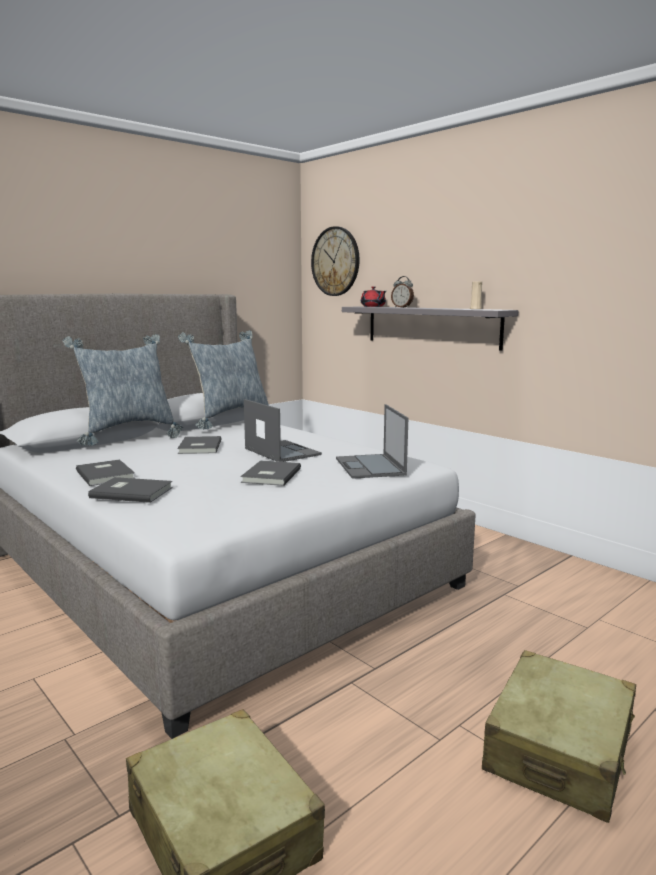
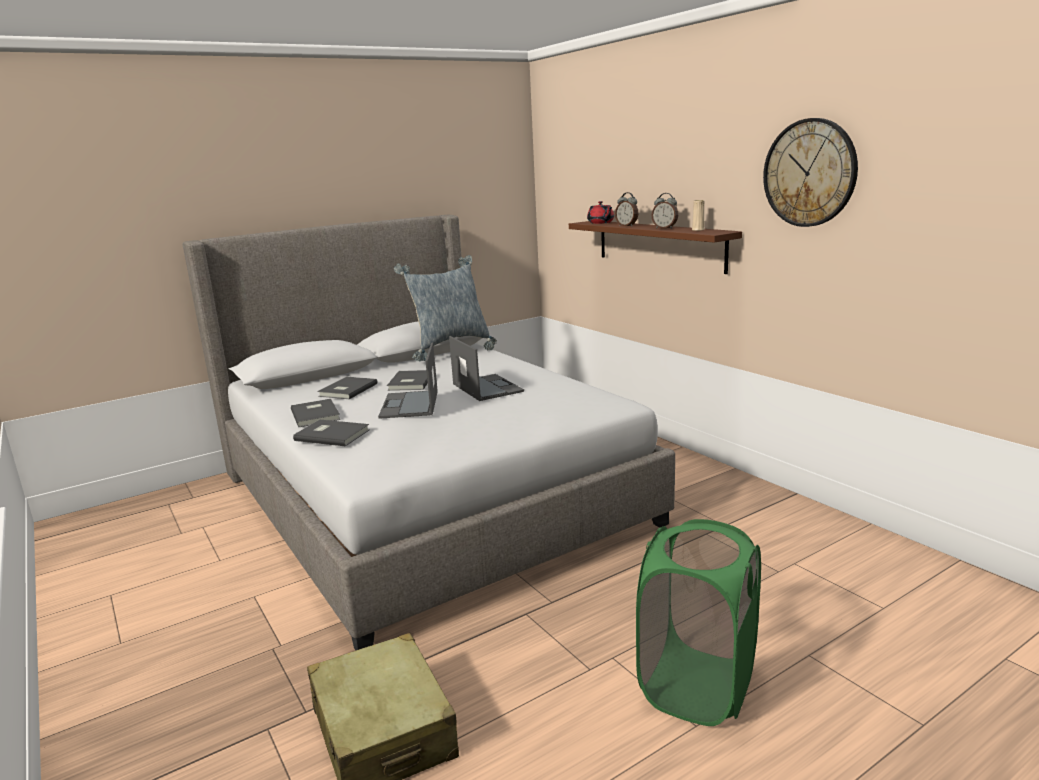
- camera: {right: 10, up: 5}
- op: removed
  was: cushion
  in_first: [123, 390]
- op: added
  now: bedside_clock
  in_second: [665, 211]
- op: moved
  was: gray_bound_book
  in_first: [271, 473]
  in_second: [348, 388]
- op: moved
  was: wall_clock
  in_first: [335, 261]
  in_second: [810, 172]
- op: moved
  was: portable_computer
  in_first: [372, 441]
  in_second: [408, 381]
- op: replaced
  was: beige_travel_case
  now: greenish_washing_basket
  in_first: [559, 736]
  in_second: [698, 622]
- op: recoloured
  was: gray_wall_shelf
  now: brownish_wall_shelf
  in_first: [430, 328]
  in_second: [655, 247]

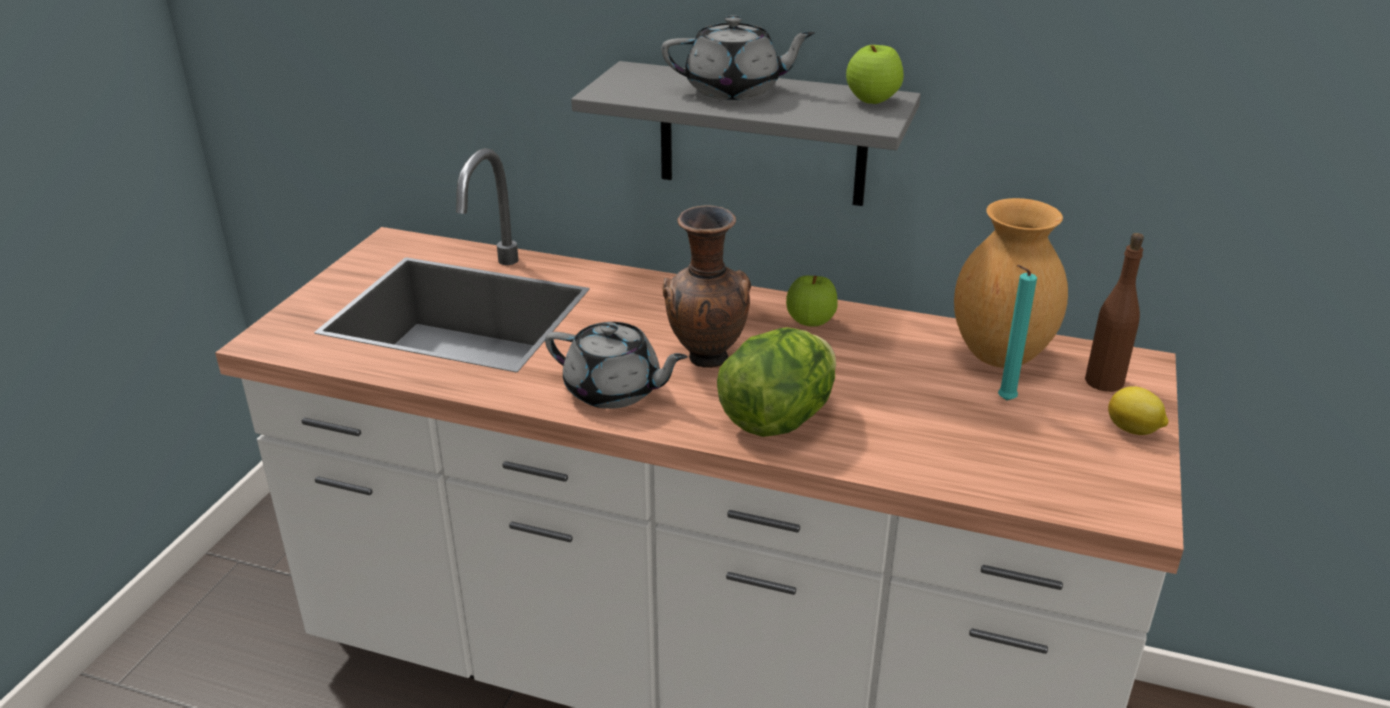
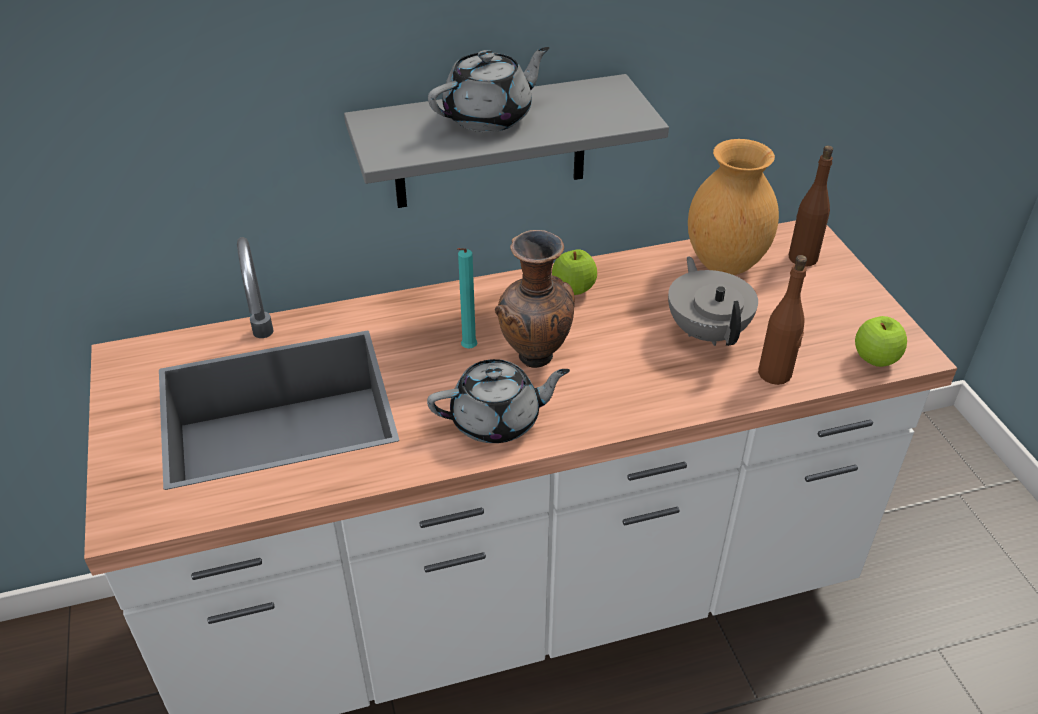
- camera: {right: -35, up: 10}
- op: removed
  was: lettuce_head
  in_first: [776, 382]
- op: removed
  was: citrus_fruit
  in_first: [1138, 410]
- op: added
  now: gray_teapot
  in_second: [713, 301]
- op: added
  now: brownish_beverage_bottle
  in_second: [782, 320]
- op: moved
  was: apple_fruit
  in_first: [875, 74]
  in_second: [881, 341]
- op: moved
  was: turquoise_wax_candle
  in_first: [1017, 333]
  in_second: [467, 298]

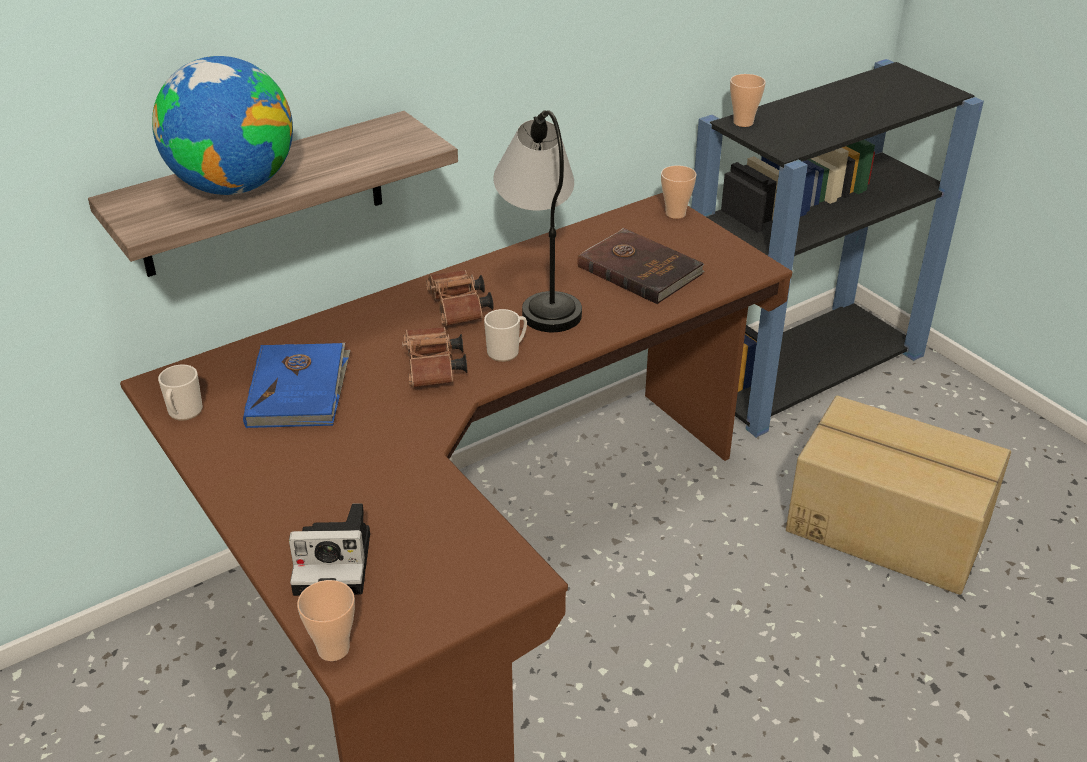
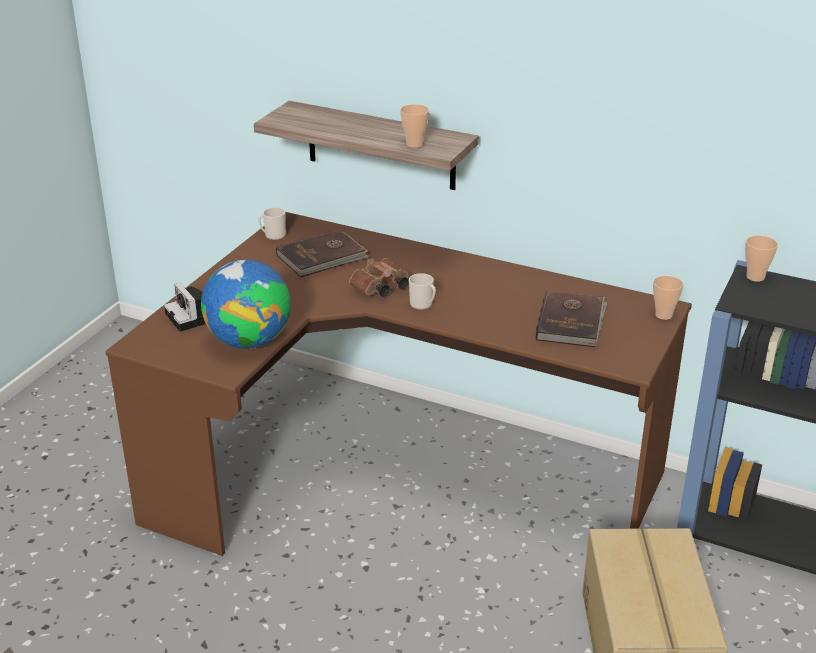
- camera: {right: 60, up: -5}
- op: removed
  was: brownish_binoculars
  in_first: [460, 298]
- op: removed
  was: table_lamp
  in_first: [537, 221]
- op: moved
  was: desk_globe
  in_first: [222, 125]
  in_second: [246, 304]
- op: moved
  was: cup
  in_first: [326, 620]
  in_second: [414, 126]
- op: recoloured
  was: blue-coloured_bound_book
  now: brownish_bound_book
  in_first: [297, 385]
  in_second: [322, 253]

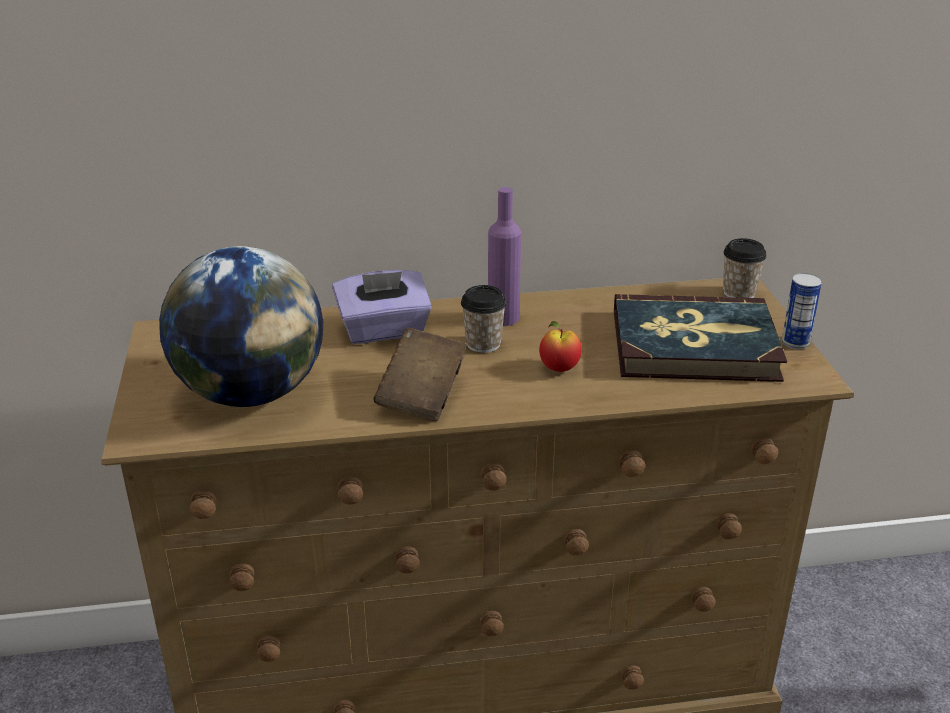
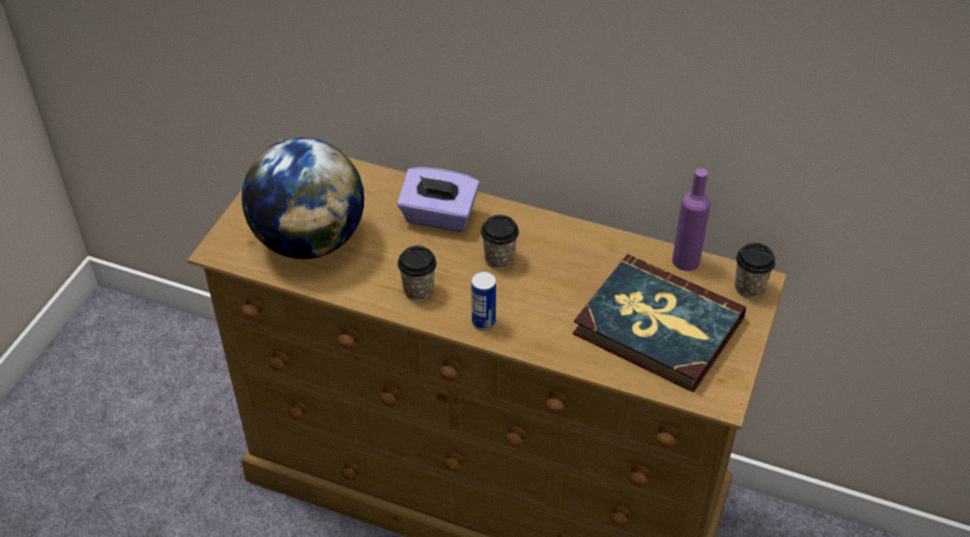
- camera: {right: 30, up: 15}
- op: removed
  was: apple_fruit
  in_first: [560, 346]
- op: moved
  was: purplish_beverage_bottle
  in_first: [504, 256]
  in_second: [691, 219]
- op: moved
  was: sealed_can
  in_first: [802, 311]
  in_second: [483, 301]
- op: replaced
  was: brownish_bound_book
  now: cup
  in_first: [420, 374]
  in_second: [417, 273]

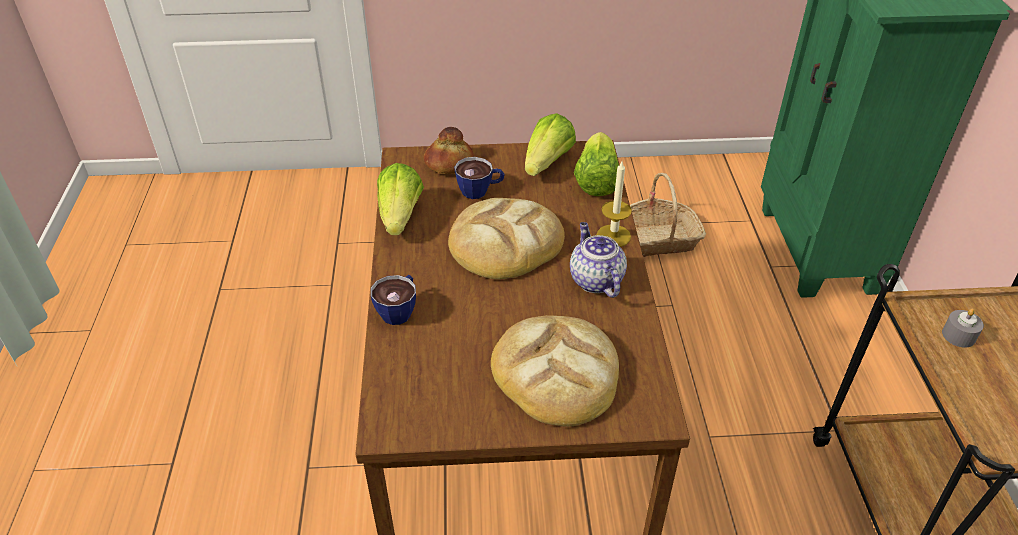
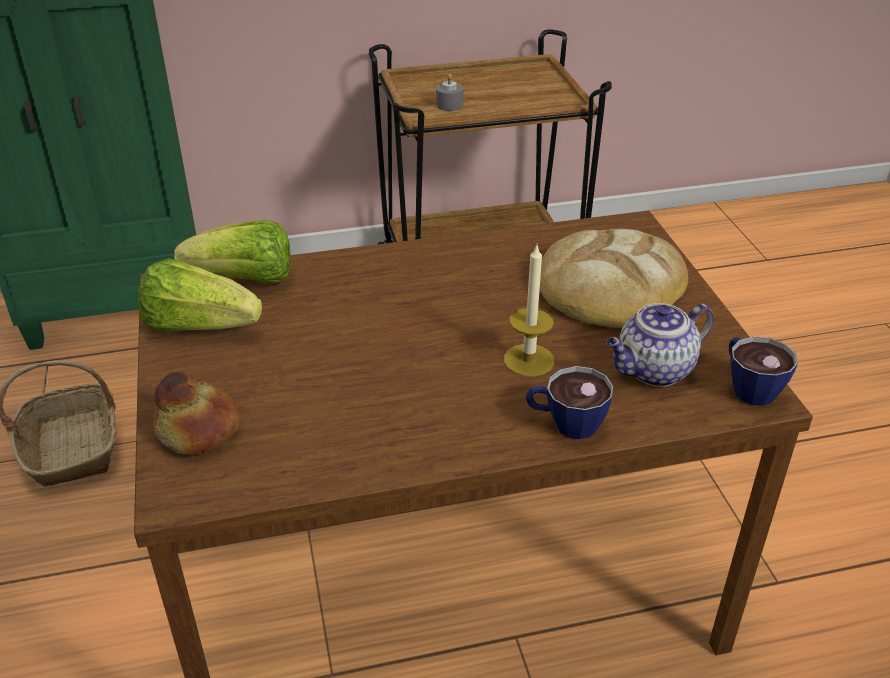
- camera: {right: -100, up: -5}
- op: removed
  was: lettuce_head
  in_first: [400, 199]
- op: removed
  was: bread
  in_first: [506, 238]
- op: moved
  was: cup
  in_first: [479, 178]
  in_second: [763, 371]
- op: moved
  was: teapot
  in_first: [598, 260]
  in_second: [660, 345]
- op: moved
  was: wax_candle
  in_first: [614, 204]
  in_second: [529, 311]

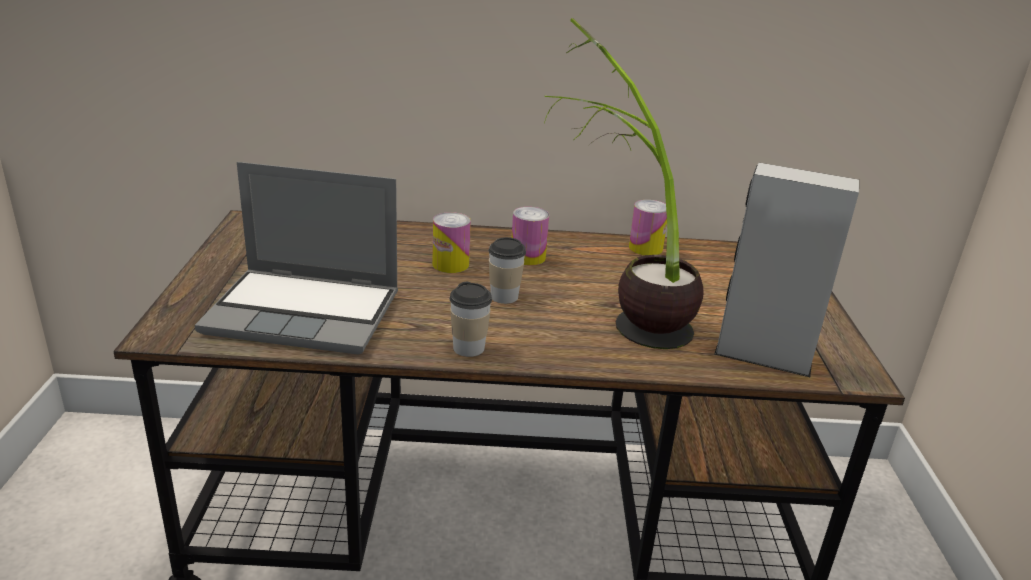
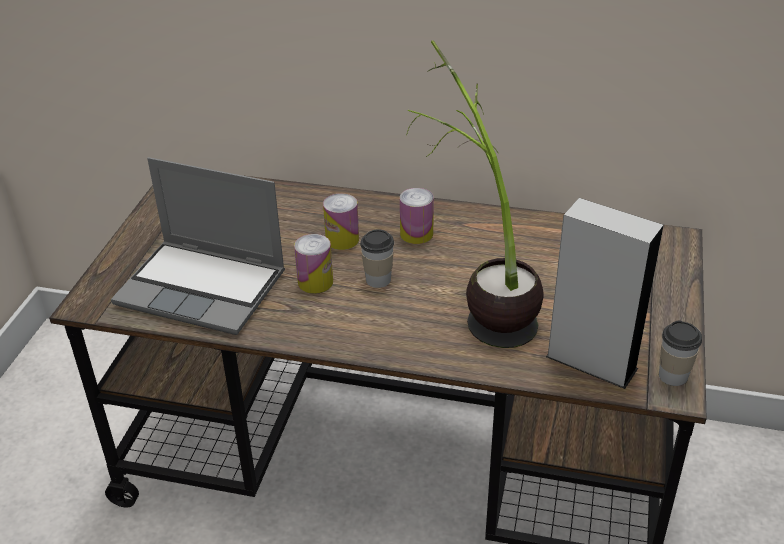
- camera: {right: 15, up: 10}
- op: moved
  was: cup
  in_first: [471, 319]
  in_second: [680, 353]
- op: moved
  was: sealed_can
  in_first: [648, 227]
  in_second: [313, 264]

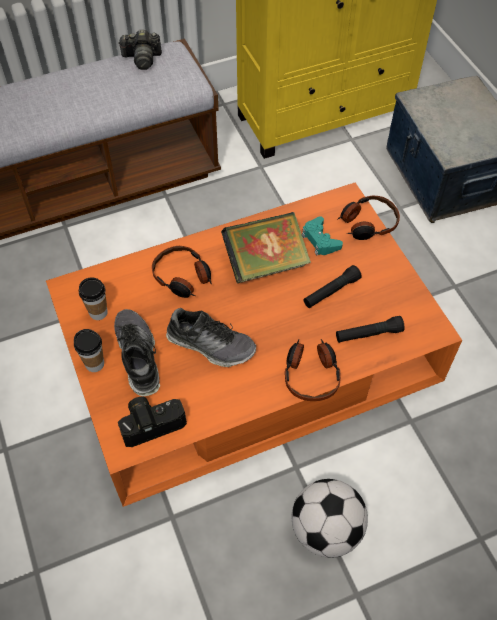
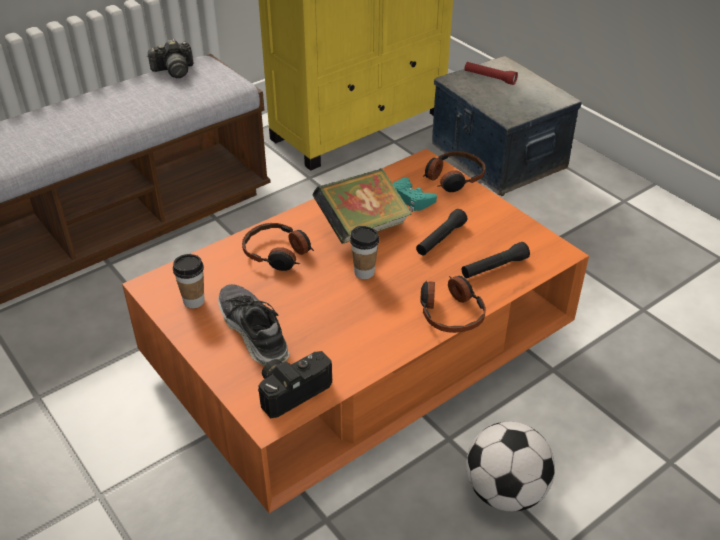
- camera: {right: -15, up: -15}
- op: removed
  was: low_shoe
  in_first: [211, 337]
- op: added
  now: reddish_torch
  in_second: [491, 73]
- op: moved
  was: cup
  in_first: [89, 350]
  in_second: [364, 252]

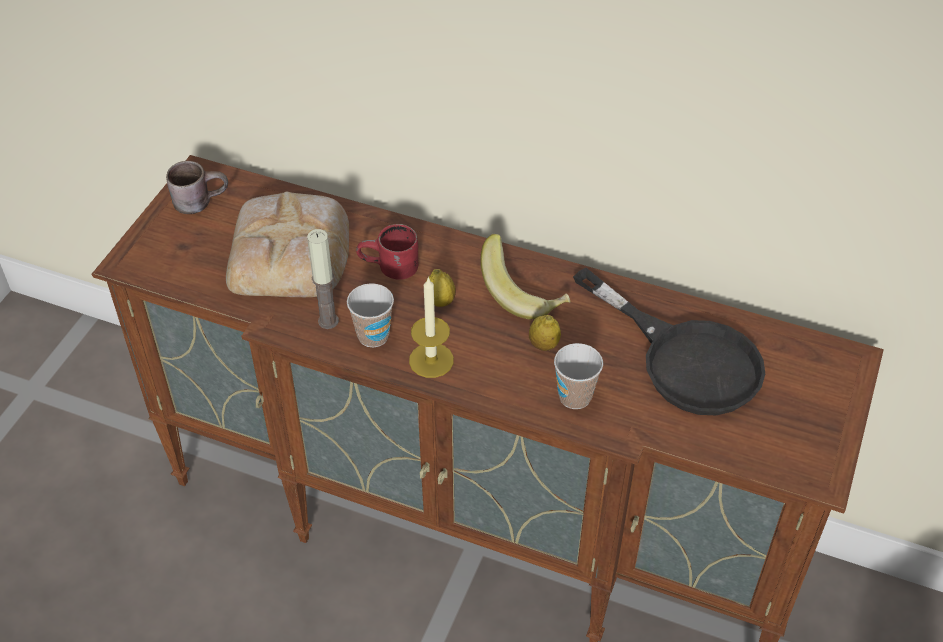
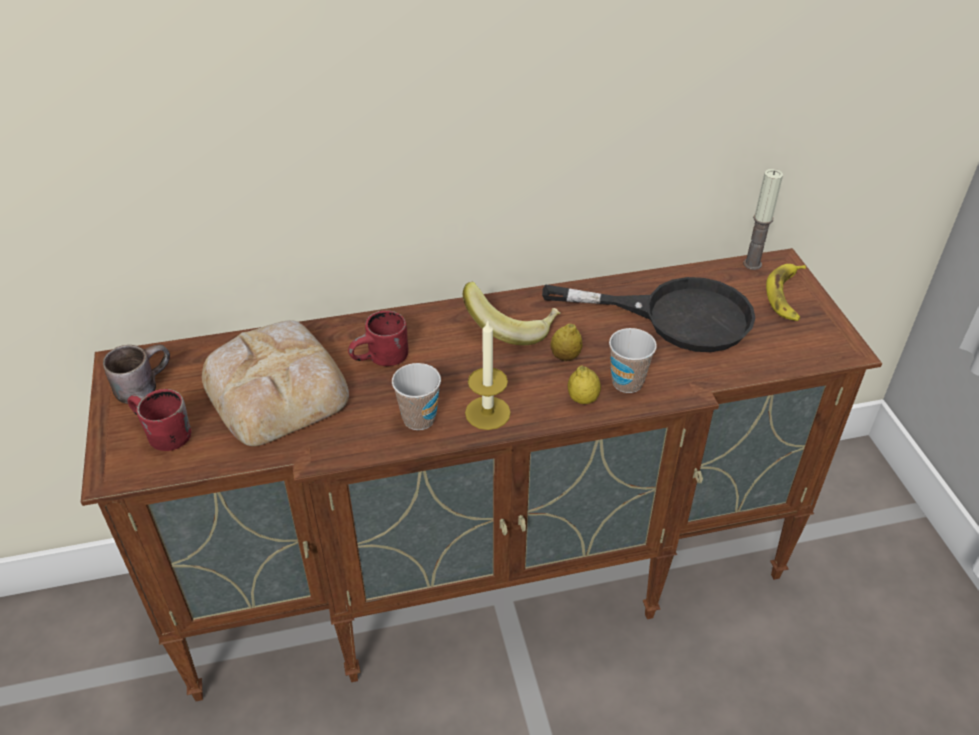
- camera: {right: -35, up: -5}
- op: added
  now: reddish_tea_mug
  in_second: [159, 420]
- op: added
  now: banana_fruit
  in_second: [786, 292]
- op: moved
  was: wax_candle
  in_first: [323, 279]
  in_second: [763, 219]
- op: moved
  was: citrus_fruit
  in_first: [441, 288]
  in_second: [584, 384]

